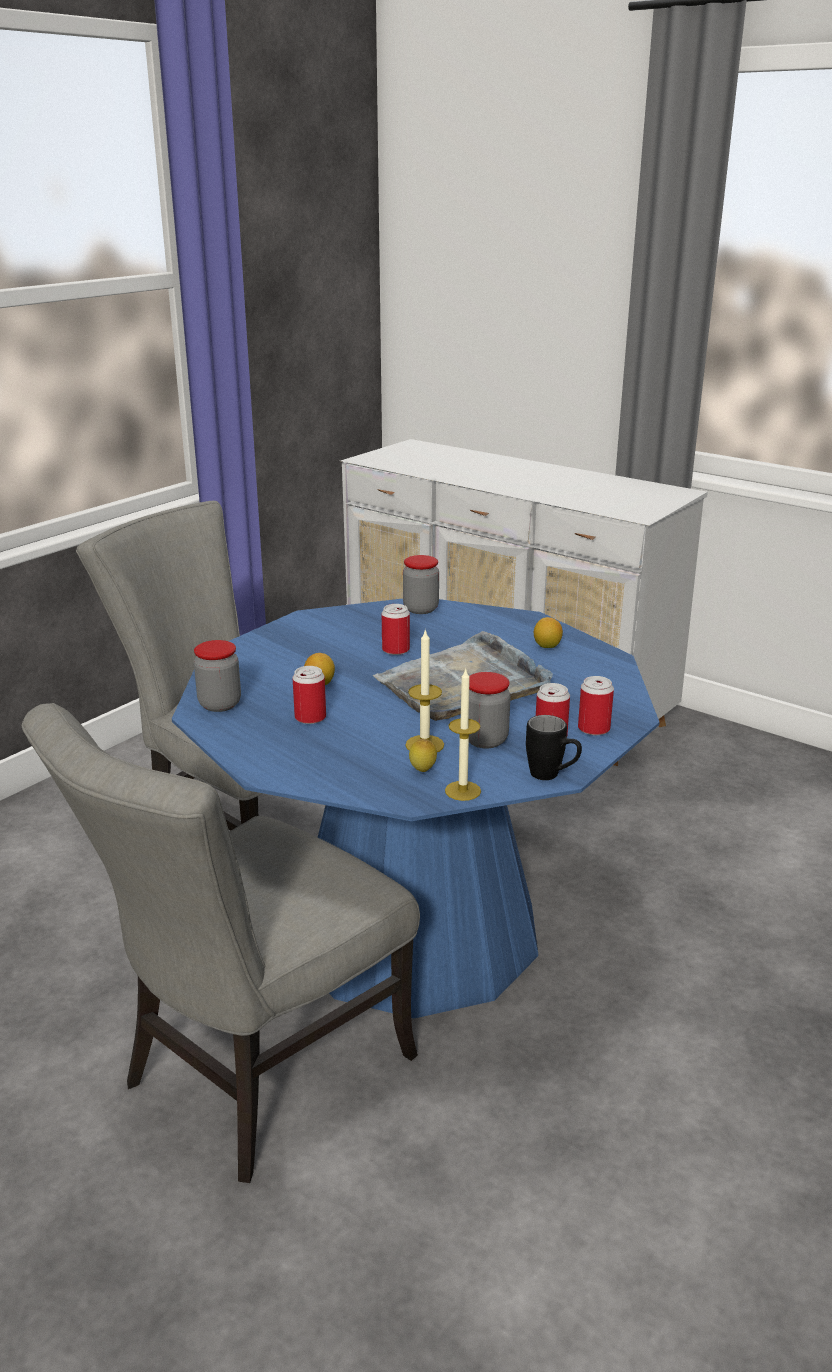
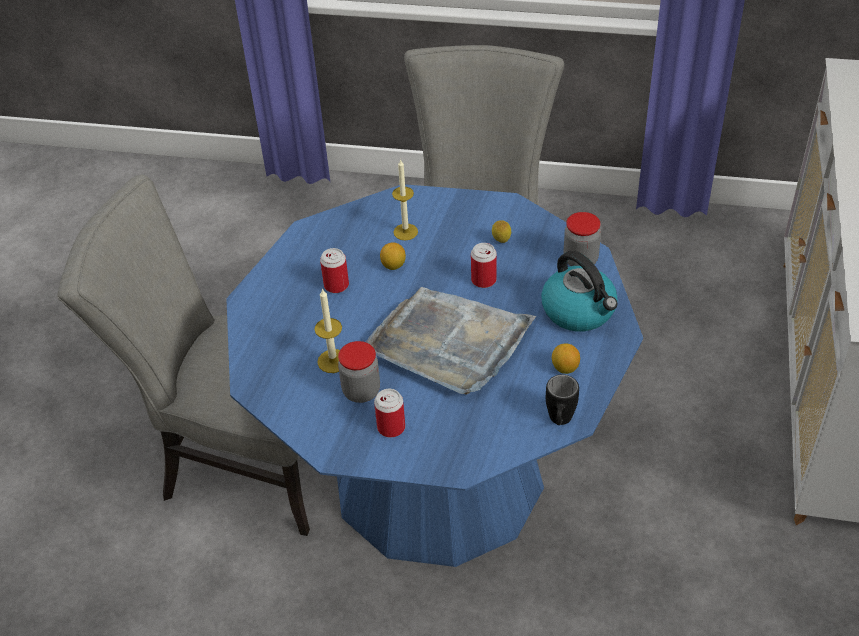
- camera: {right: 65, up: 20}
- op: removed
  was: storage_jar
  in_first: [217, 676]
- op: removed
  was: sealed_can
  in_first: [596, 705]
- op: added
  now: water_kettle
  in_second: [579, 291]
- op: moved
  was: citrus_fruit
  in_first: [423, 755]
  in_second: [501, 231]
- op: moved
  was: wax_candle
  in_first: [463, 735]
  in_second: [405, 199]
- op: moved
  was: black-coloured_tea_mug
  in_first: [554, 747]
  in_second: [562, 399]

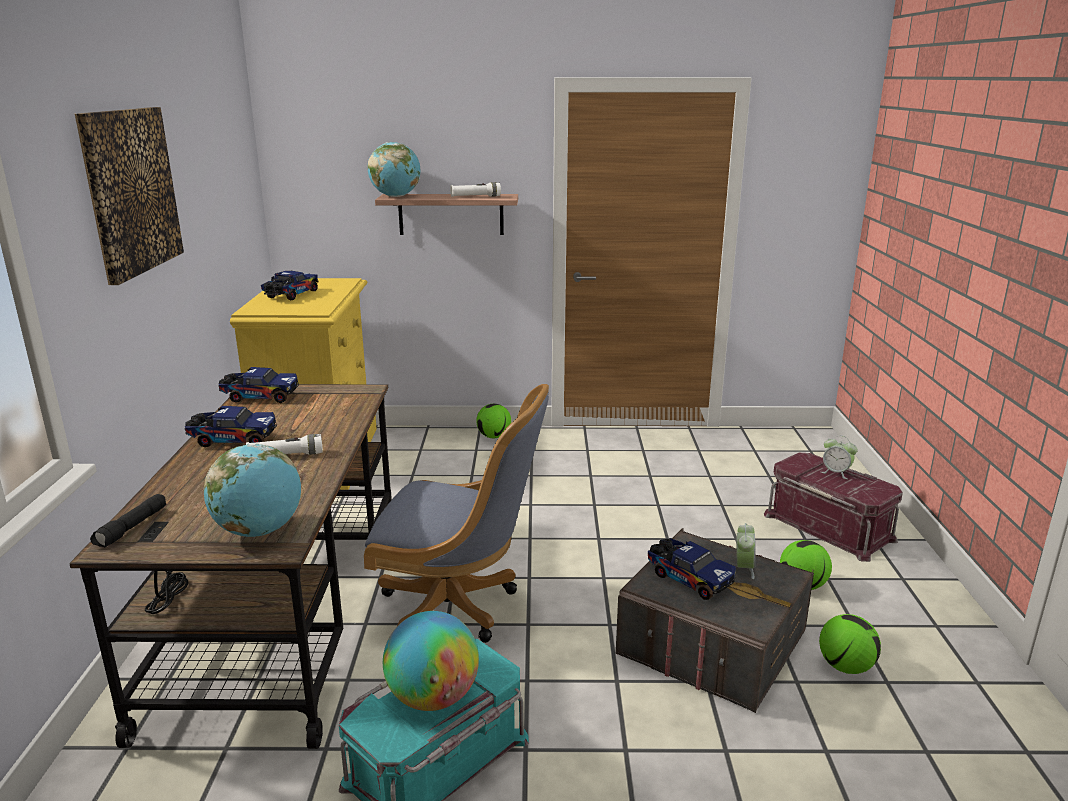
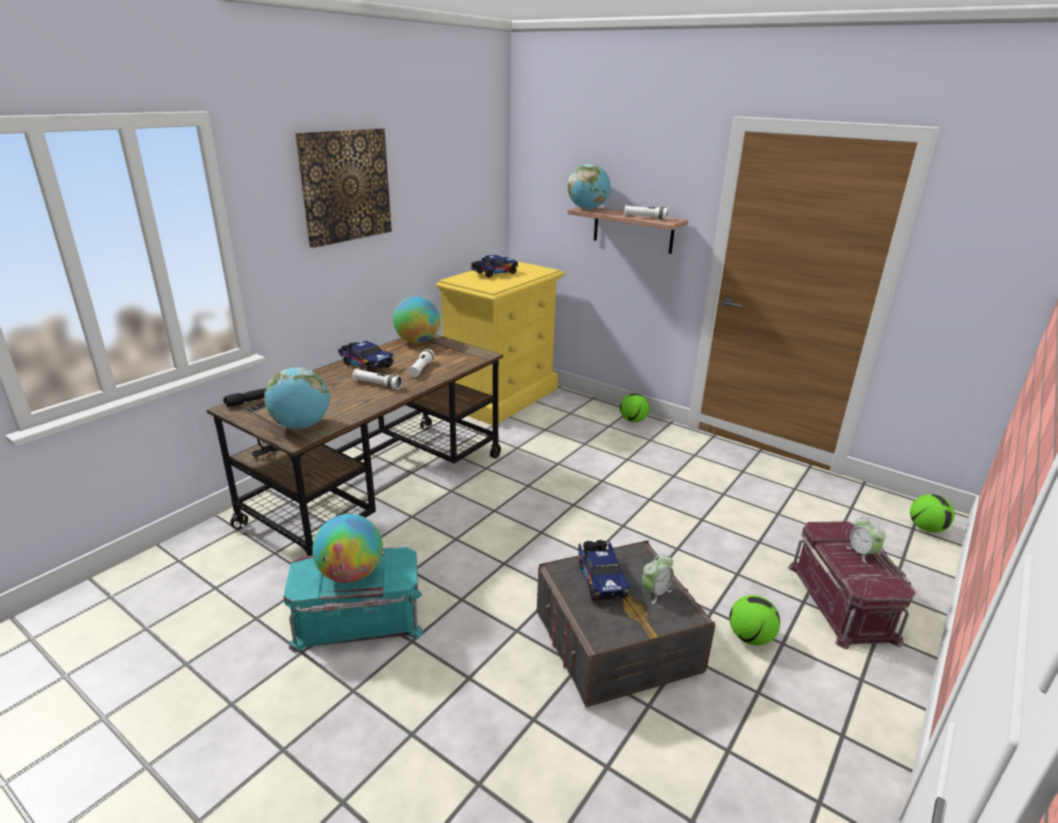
- camera: {right: 35, up: 5}
- op: removed
  was: blue-coloured_computer_chair
  in_first: [456, 513]
- op: added
  now: whitish_torch
  in_second: [421, 363]
- op: moved
  was: ball_for_football
  in_first: [850, 644]
  in_second: [932, 513]
- op: replaced
  was: toy_lorry
  now: desk_globe
  in_first: [258, 385]
  in_second: [416, 319]

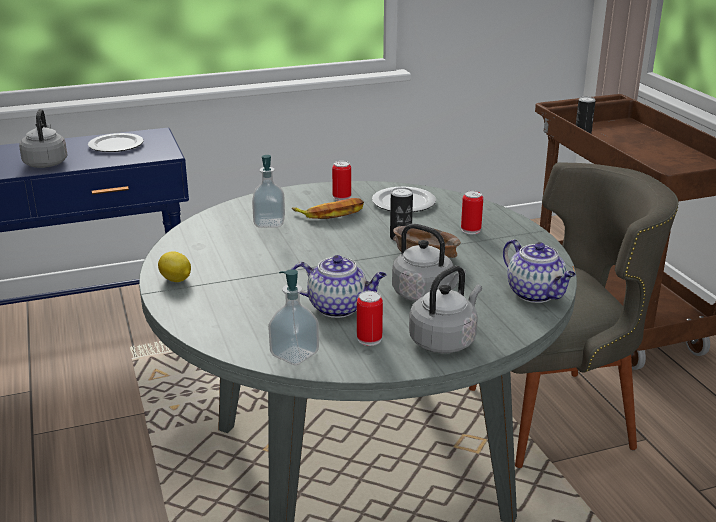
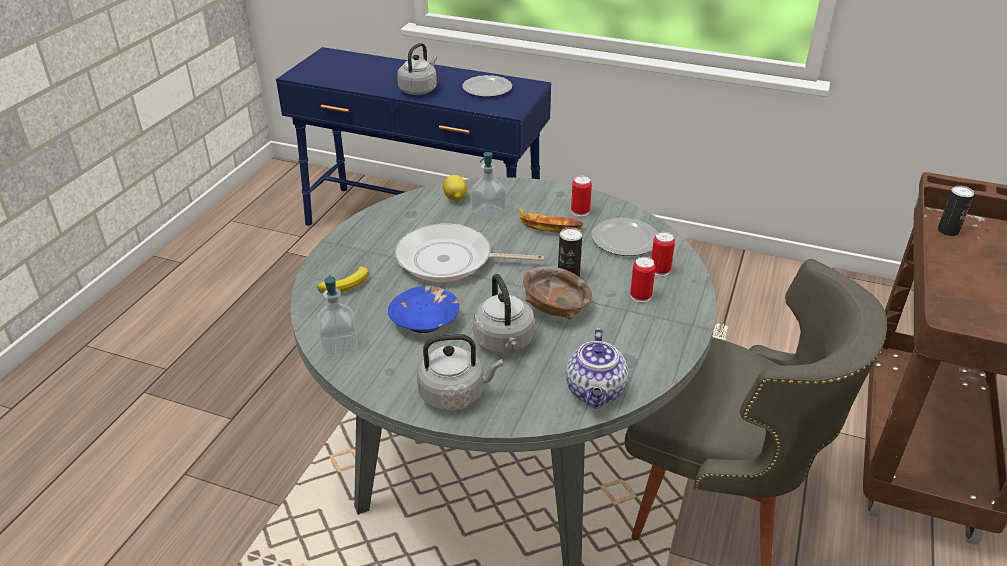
- camera: {right: 40, up: 10}
- op: added
  now: banana_fruit
  in_second: [343, 279]
- op: added
  now: skillet
  in_second: [469, 253]
- op: moved
  was: citrus_fruit
  in_first: [174, 266]
  in_second: [455, 188]
- op: moved
  was: sealed_can
  in_first: [370, 318]
  in_second: [663, 254]
- op: replaced
  was: teapot
  now: blue-coloured_bowl
  in_first: [339, 286]
  in_second: [423, 309]

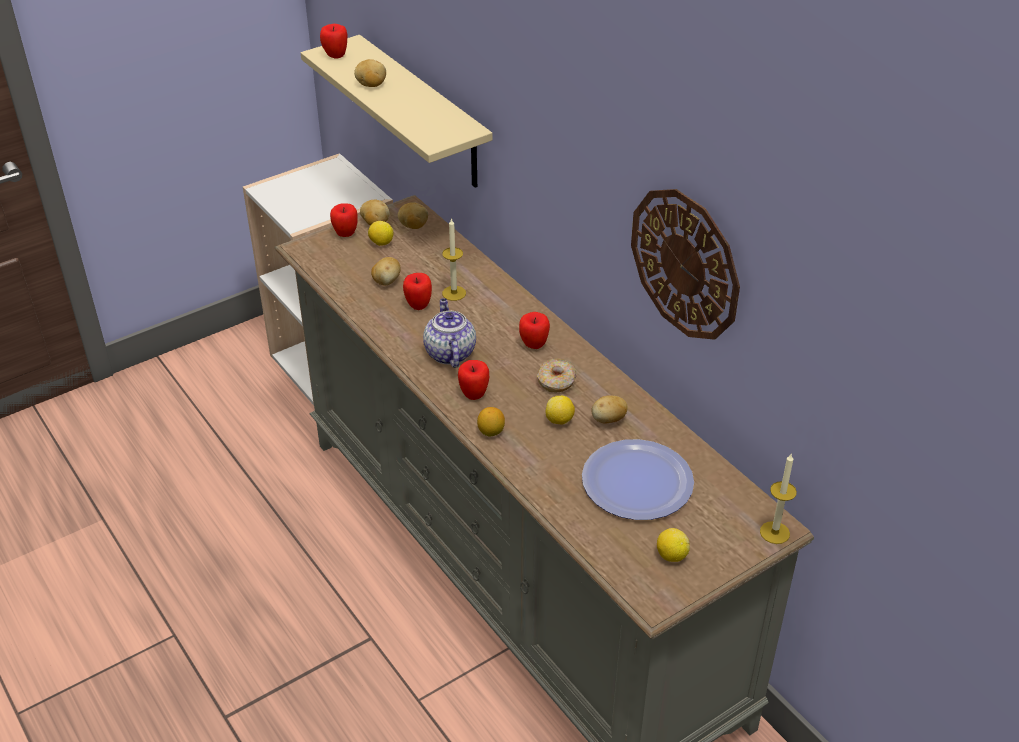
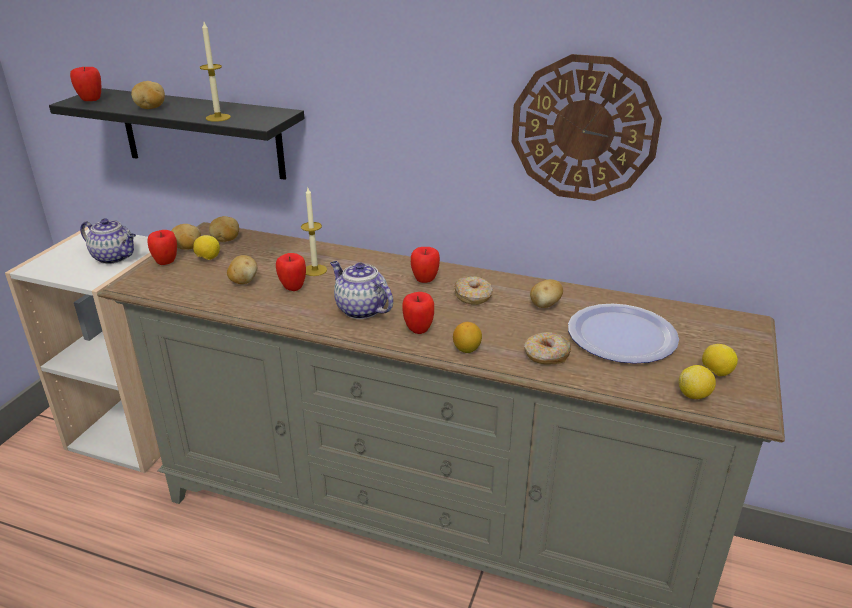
- camera: {right: -35, up: -10}
- op: added
  now: teapot
  in_second: [108, 241]
- op: added
  now: doughnut
  in_second: [547, 348]
- op: moved
  was: citrus_fruit
  in_first: [560, 410]
  in_second: [697, 382]
- op: moved
  was: wax_candle
  in_first: [778, 499]
  in_second: [215, 72]
- op: recoloured
  was: beige_wall_shelf
  now: black-coloured_wall_shelf
  in_first: [397, 111]
  in_second: [176, 134]

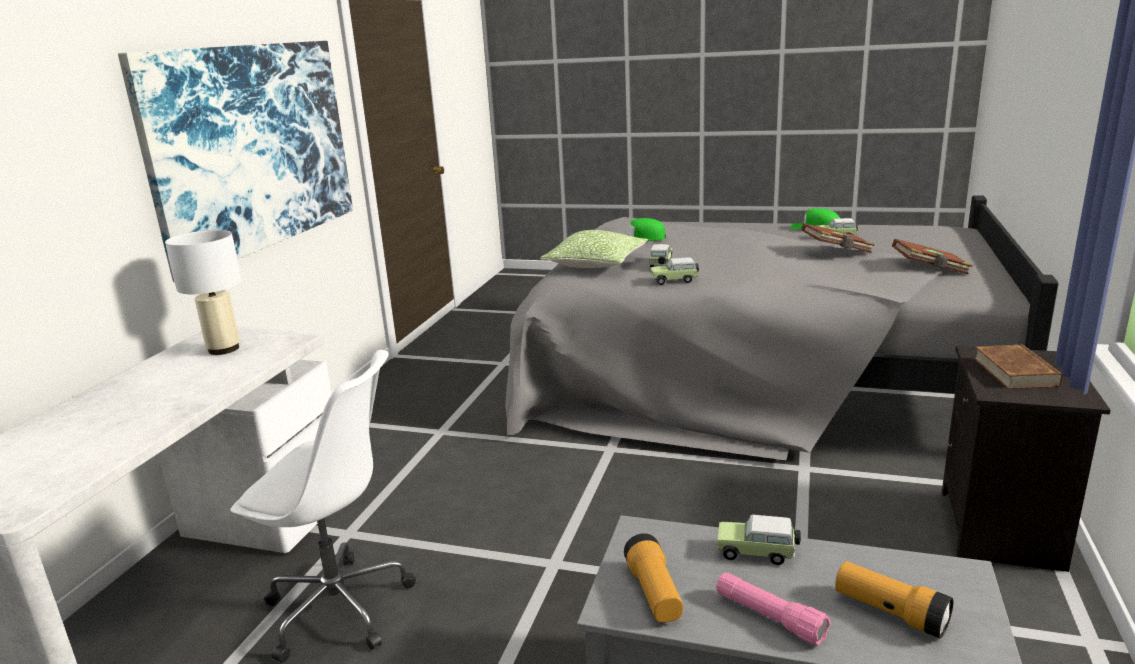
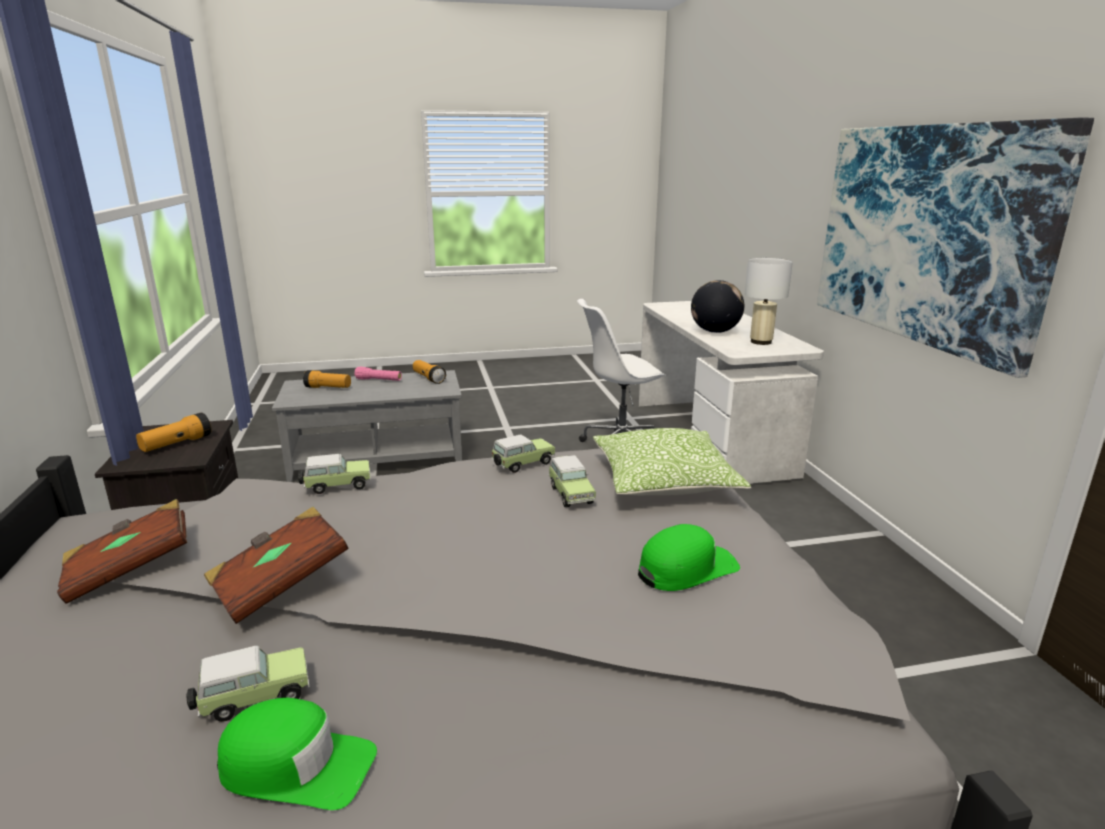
- camera: {right: 150, up: 0}
- op: added
  now: desk_globe
  in_second: [717, 306]
- op: moved
  was: miniature_car
  in_first: [759, 540]
  in_second: [334, 474]
- op: replaced
  was: brownish_bound_book
  now: torch
  in_first: [1018, 367]
  in_second: [173, 432]

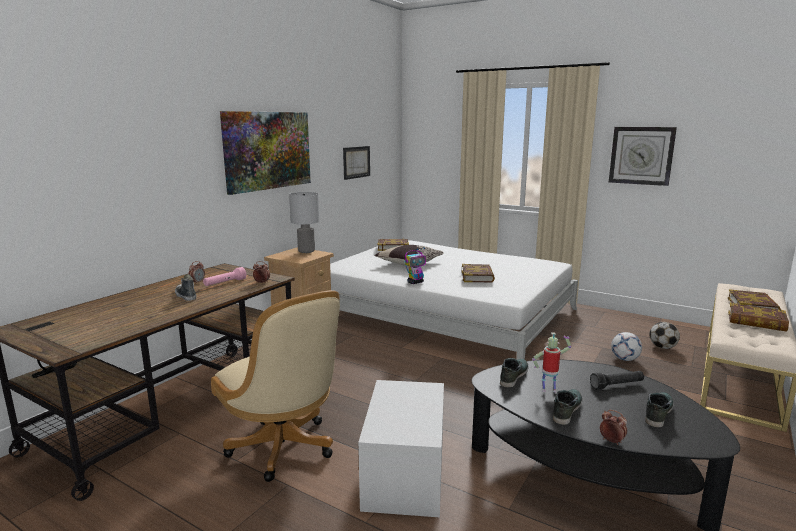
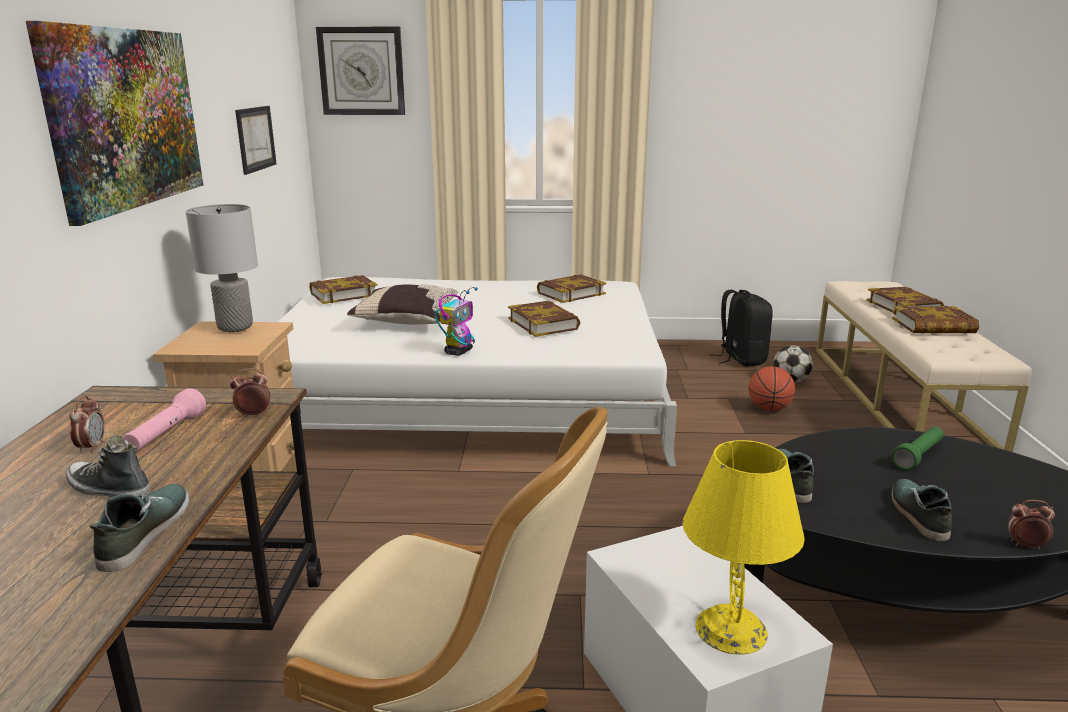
- camera: {right: -30, up: 5}
- op: removed
  was: model_robot
  in_first: [551, 362]
- op: added
  now: bound_book
  in_second: [571, 288]
- op: added
  now: yellow-coloured_table_lamp
  in_second: [743, 547]
- op: added
  now: black-coloured_backpack
  in_second: [741, 328]
- op: moved
  was: wall_clock
  in_first: [643, 156]
  in_second: [360, 71]
- op: moved
  was: low_shoe
  in_first: [659, 409]
  in_second: [139, 528]
- op: replaced
  was: ball_for_football
  now: basketball
  in_first: [626, 346]
  in_second: [772, 388]
- op: recoloured
  was: black-coloured_torch
  now: greenish_torch
  in_first: [617, 380]
  in_second: [917, 448]

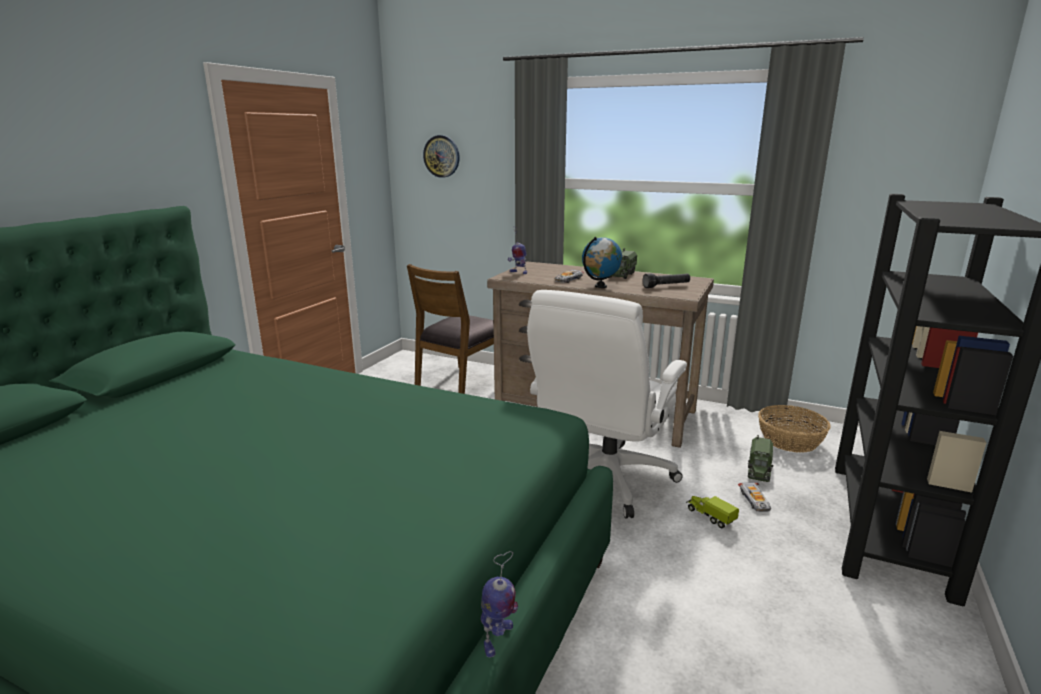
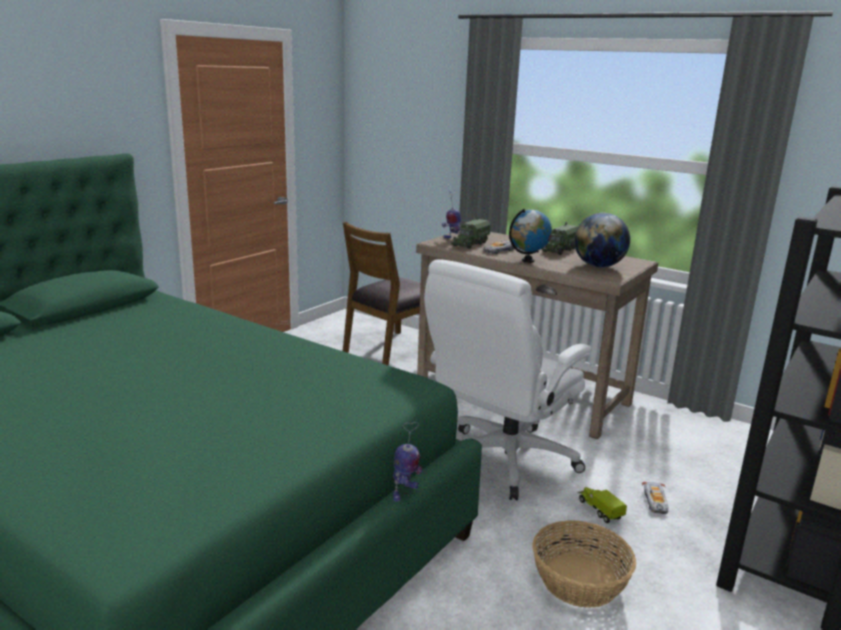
- camera: {right: 10, up: 0}
- op: removed
  was: wall_clock
  in_first: [441, 156]
- op: moved
  was: model_robot
  in_first: [499, 604]
  in_second: [407, 461]
- op: moved
  was: toy_lorry
  in_first: [760, 458]
  in_second: [471, 232]
- op: moved
  was: basket
  in_first: [794, 429]
  in_second: [584, 564]
- op: replaced
  was: black-coloured_torch
  now: desk_globe
  in_first: [666, 280]
  in_second: [602, 240]

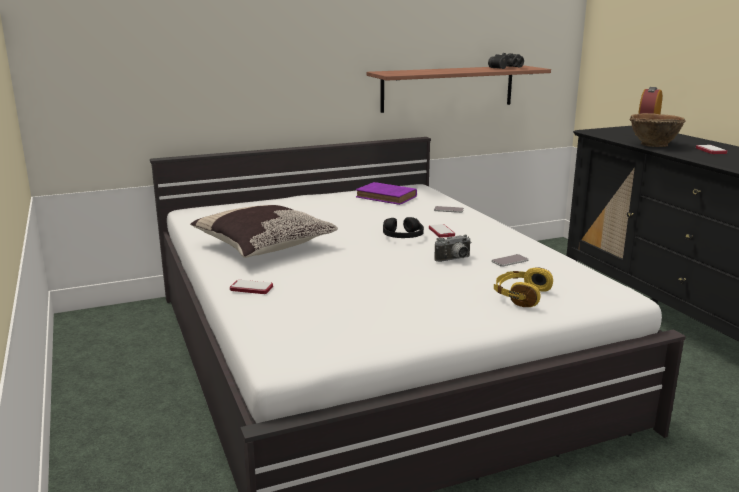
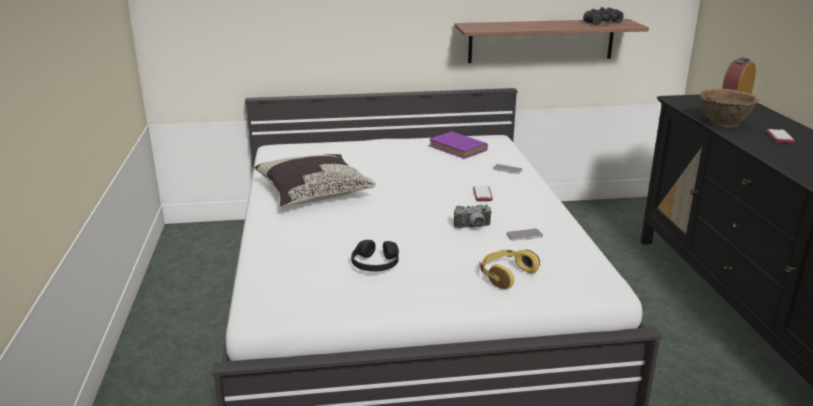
- camera: {right: 15, up: 5}
- op: removed
  was: phone
  in_first: [251, 287]
- op: moved
  was: black-coloured_headset
  in_first: [403, 227]
  in_second: [375, 255]

